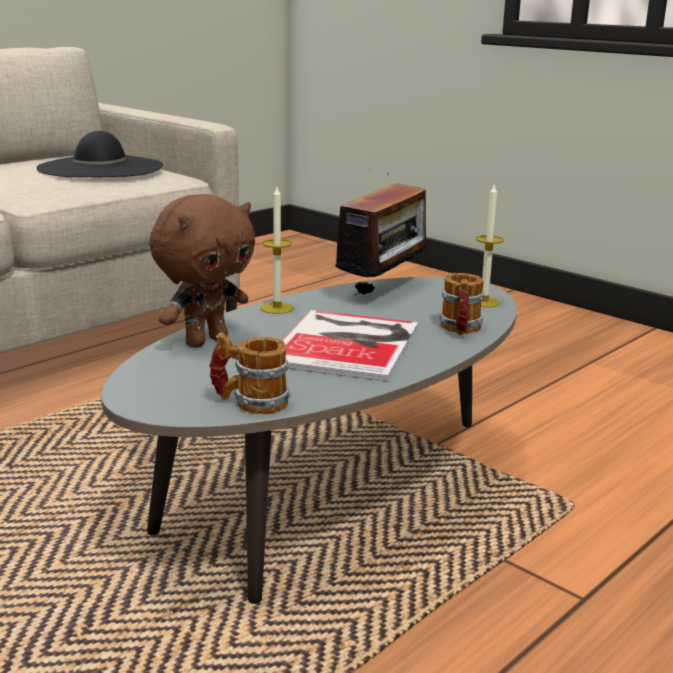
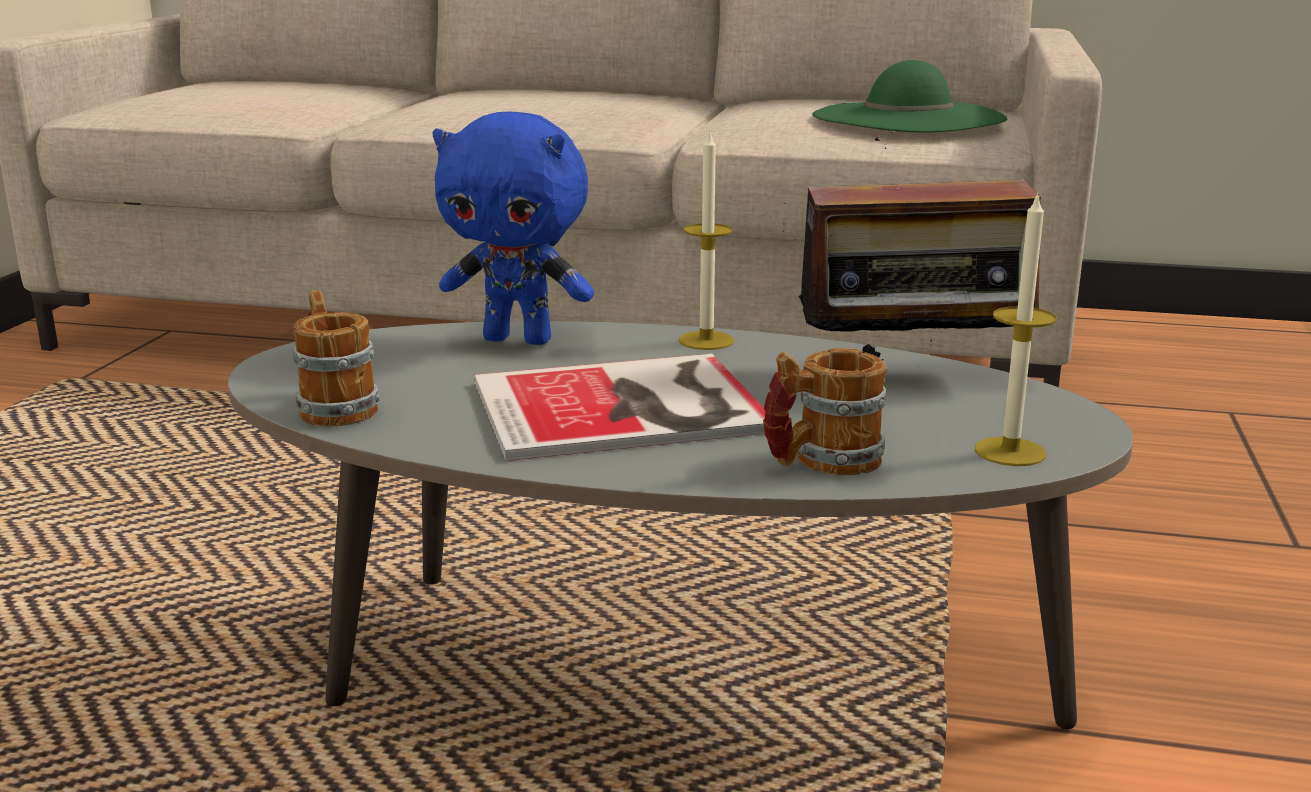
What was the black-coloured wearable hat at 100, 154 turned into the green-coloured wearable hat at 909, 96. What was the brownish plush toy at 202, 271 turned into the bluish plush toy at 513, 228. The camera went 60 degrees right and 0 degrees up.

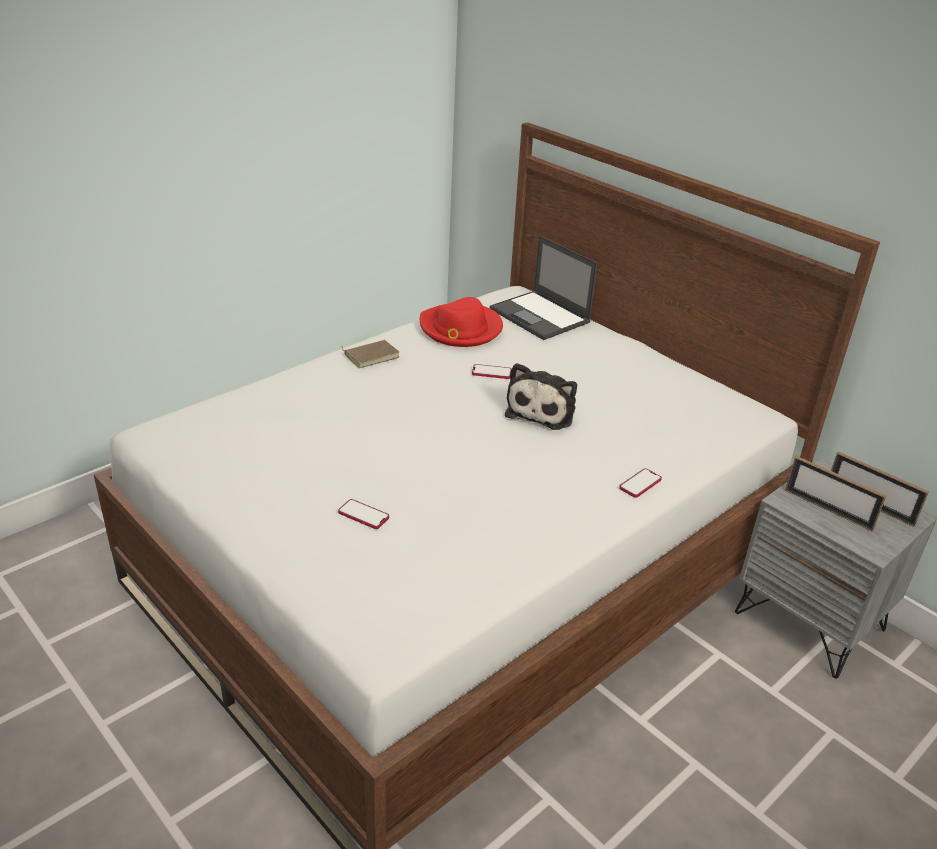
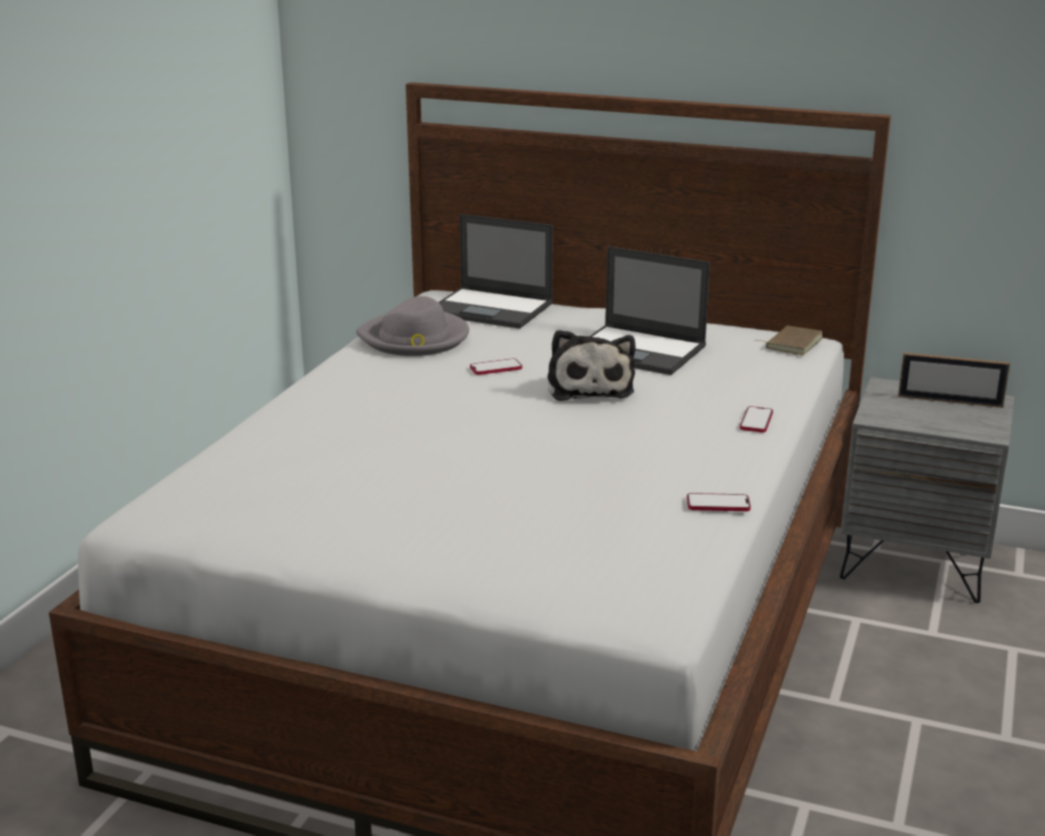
What was the red wearable hat at 461, 322 turned into the gray wearable hat at 412, 326. The brownish bound book ended up elsewhere, having gone from 370, 354 to 789, 340. The second view lost the standing frame at 835, 493. The telephone ended up elsewhere, having gone from 363, 514 to 719, 502. The second view gained the portable computer at 649, 310. The camera went 25 degrees left and 10 degrees down.

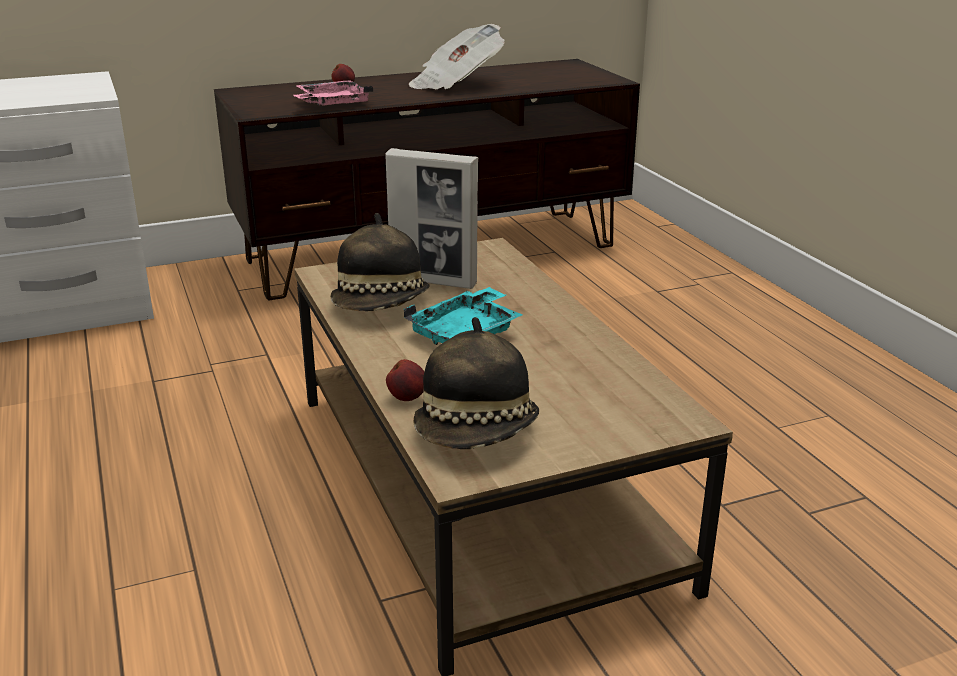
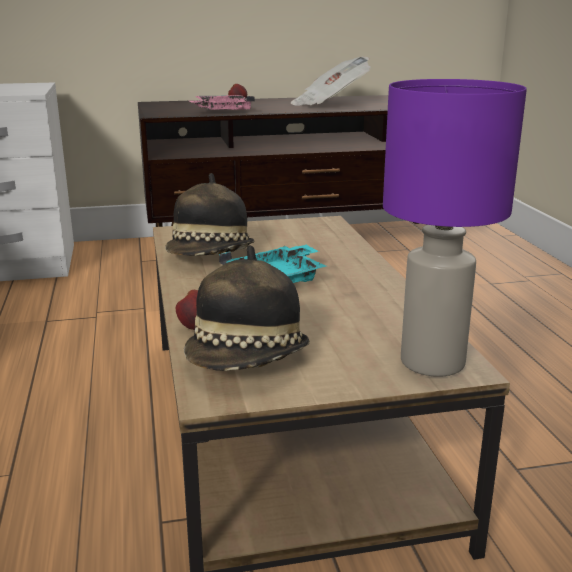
The second view lost the standing frame at 431, 218. The second view gained the purplish table lamp at 455, 228. The camera went 10 degrees right and 5 degrees down.

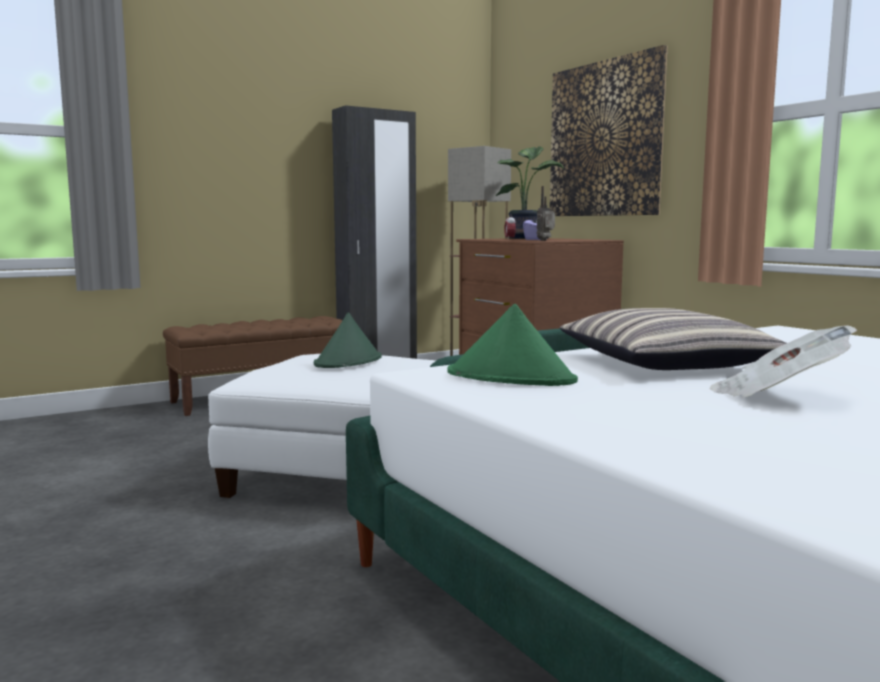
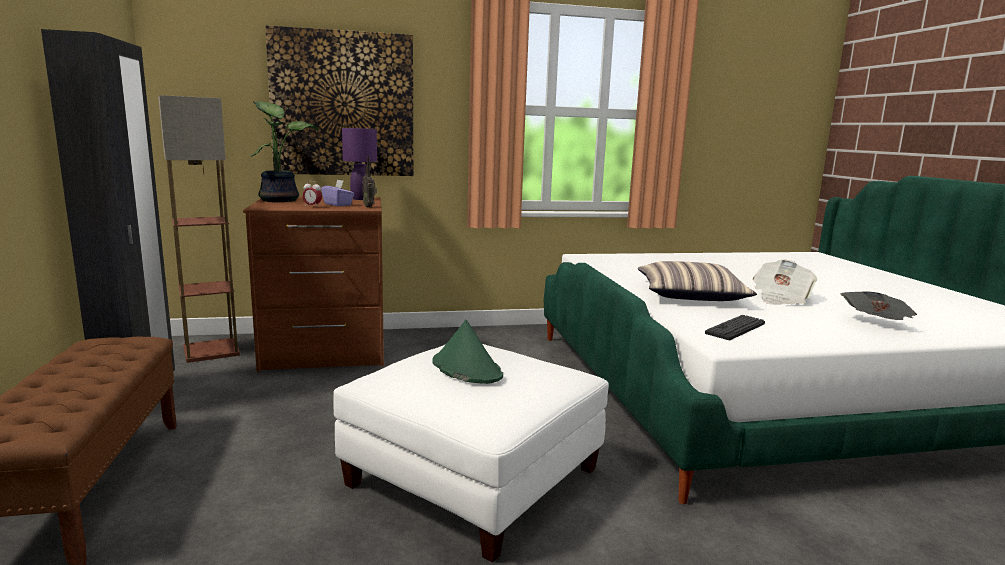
Where the green-coloured wearable hat stood at 512, 345, the computer keyboard came to stand at 735, 327. The second view gained the purplish table lamp at 359, 164. The second view gained the daily paper at 878, 305. The camera went 70 degrees left and 5 degrees up.

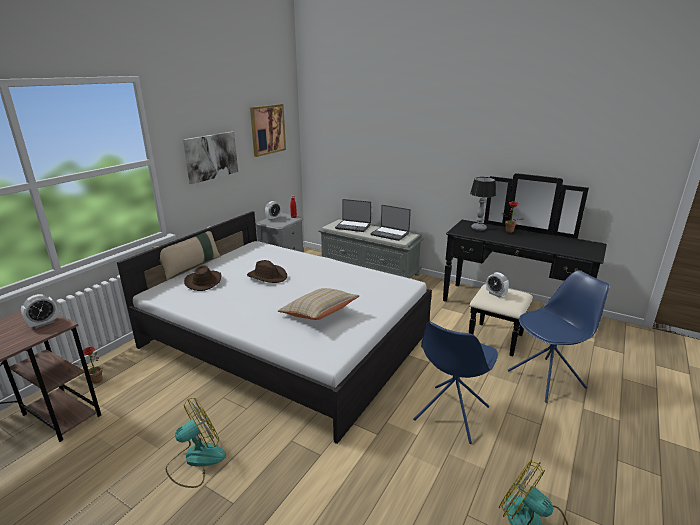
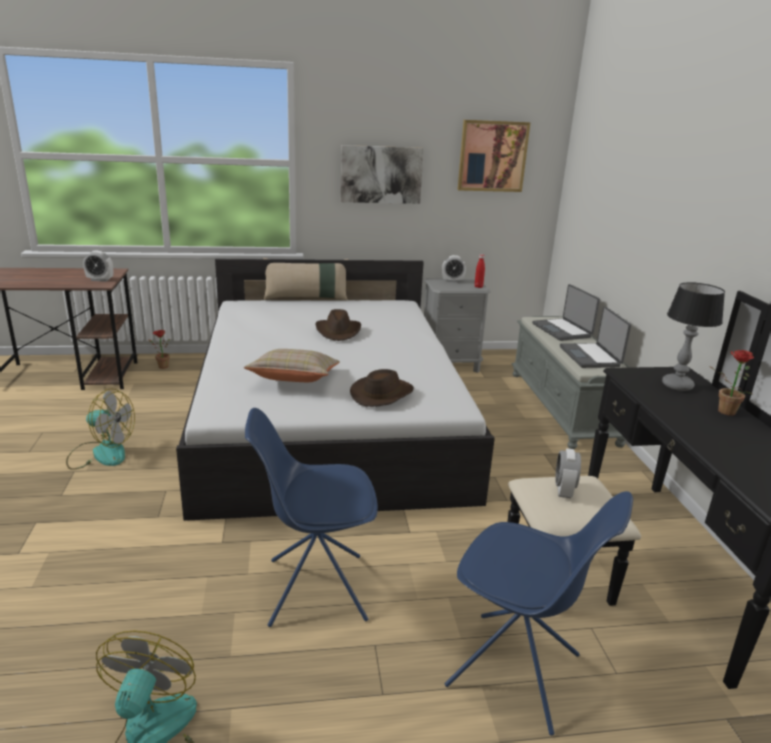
The brownish wearable hat ended up elsewhere, having gone from 203, 278 to 382, 388. The camera went 50 degrees right and 0 degrees up.

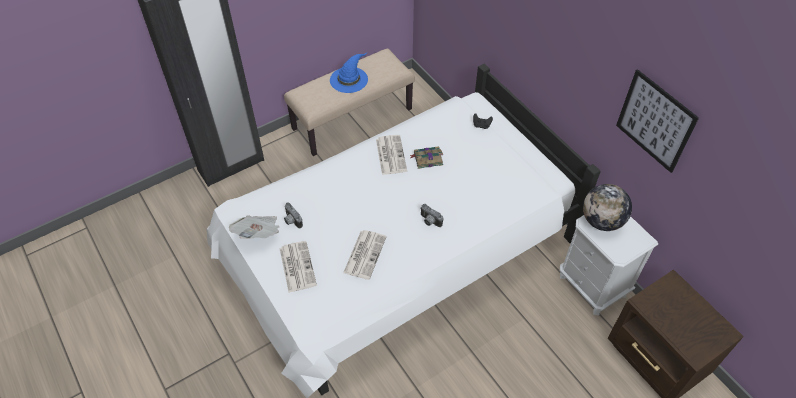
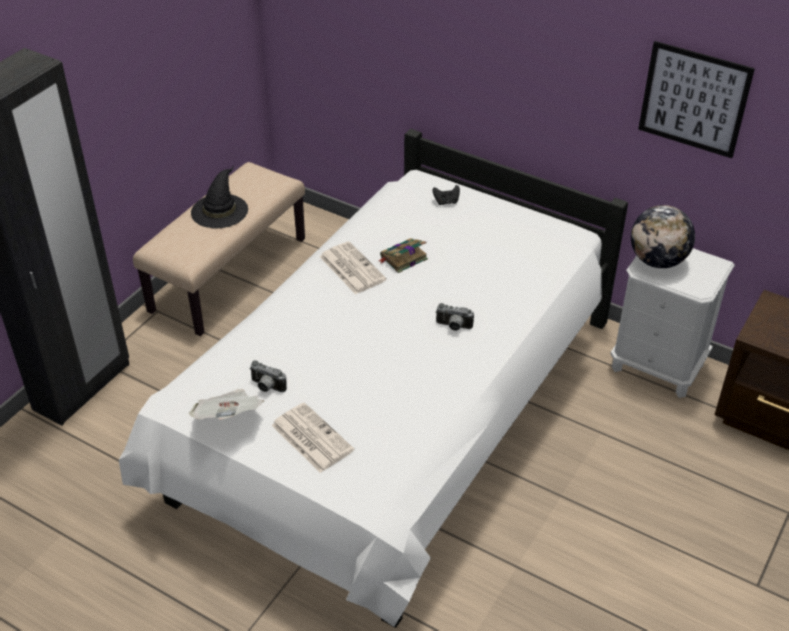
What was the bluish wearable hat at 349, 73 turned into the black-coloured wearable hat at 219, 197. The second view lost the daily paper at 365, 255. The camera went 25 degrees left and 10 degrees down.

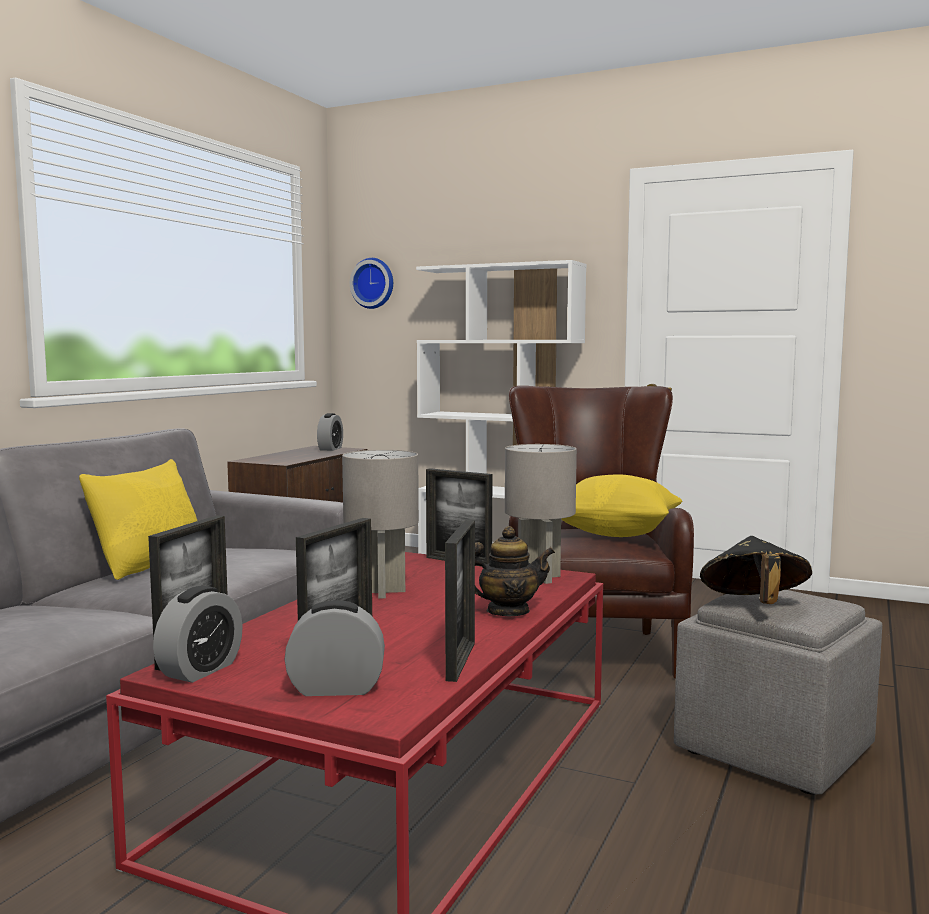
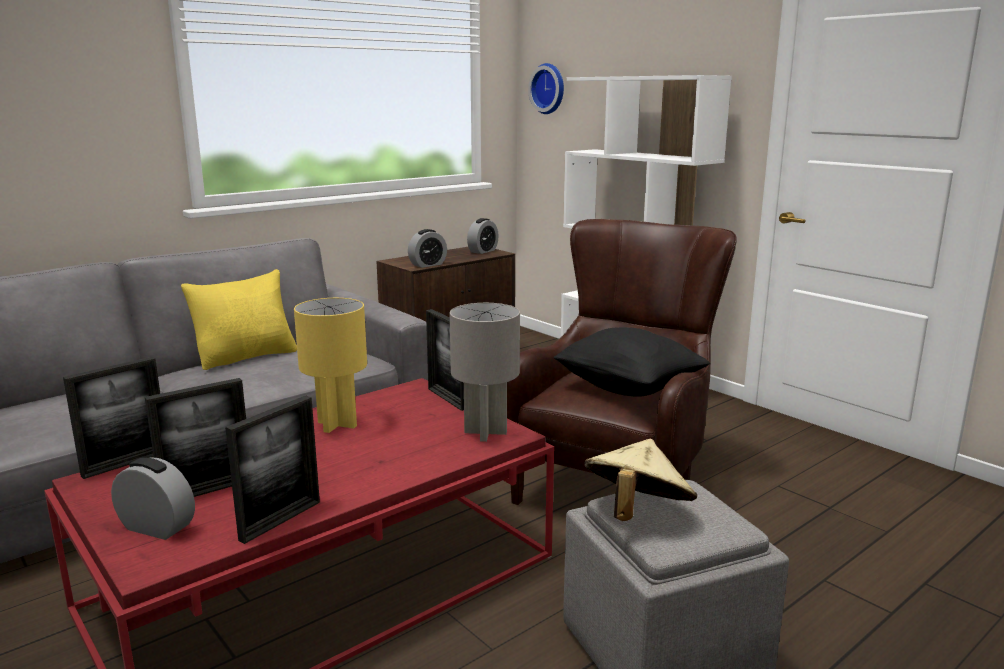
What was the gray table lamp at 380, 524 turned into the yellow-coloured table lamp at 330, 365. What was the yellow-coloured pillow at 621, 505 turned into the black-coloured pillow at 632, 362. The second view lost the teapot at 515, 571. What was the black-coloured wearable hat at 756, 570 turned into the sand-coloured wearable hat at 640, 480. The bedside clock ended up elsewhere, having gone from 198, 634 to 427, 248. The camera went 25 degrees right and 10 degrees up.

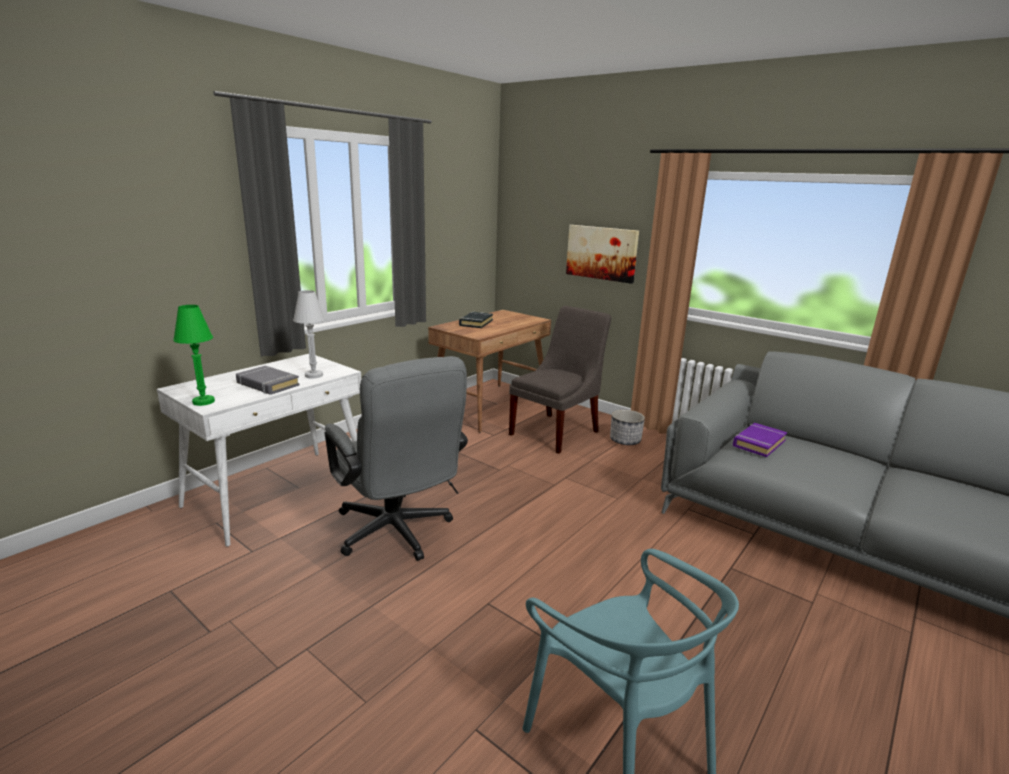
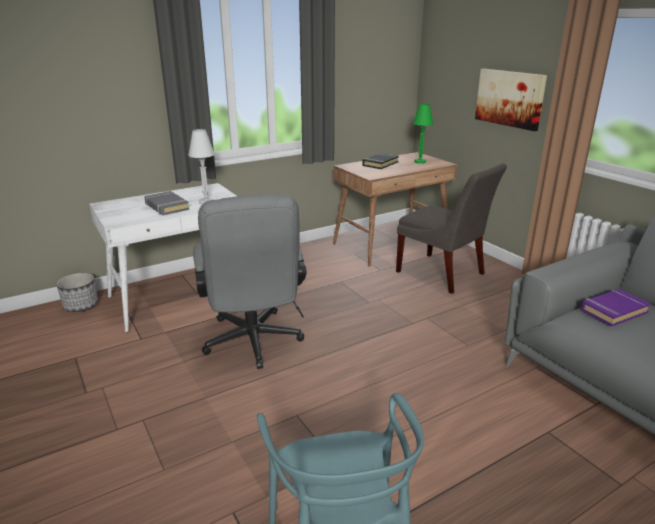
The green-coloured table lamp ended up elsewhere, having gone from 194, 355 to 423, 134. The gray chair at 560, 380 ended up facing another way, 75 degrees clockwise from before. The plant pot ended up elsewhere, having gone from 627, 427 to 77, 292. The camera went 20 degrees right and 5 degrees up.

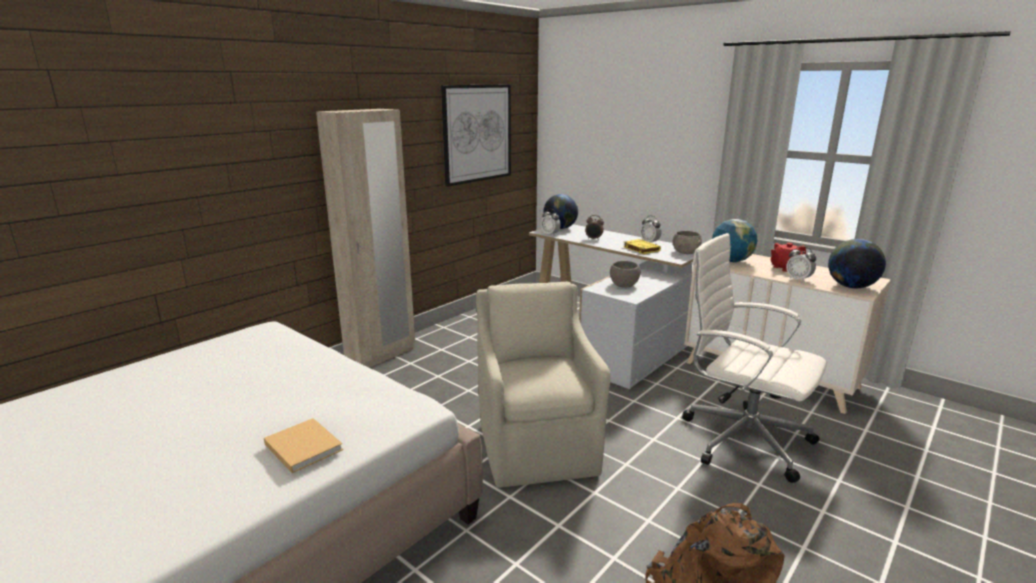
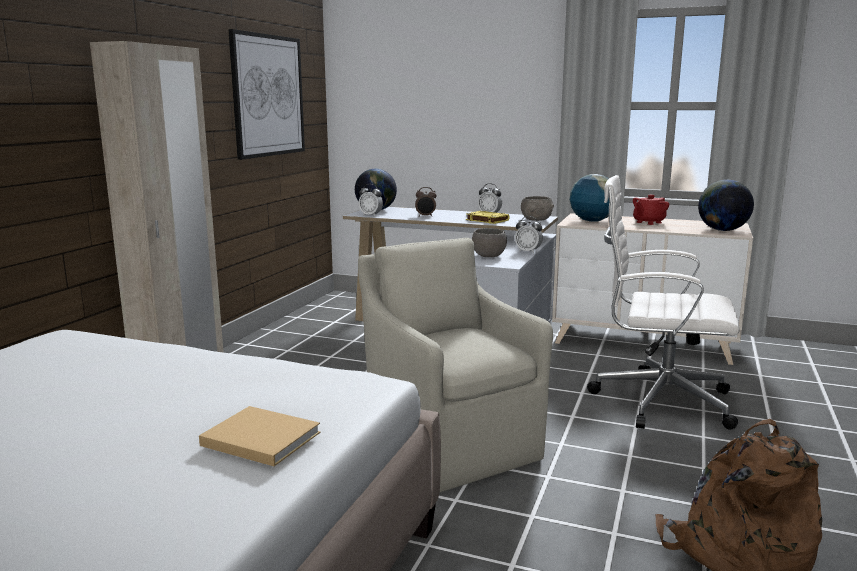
The bedside clock ended up elsewhere, having gone from 801, 264 to 529, 234. The camera went 20 degrees left and 5 degrees down.

